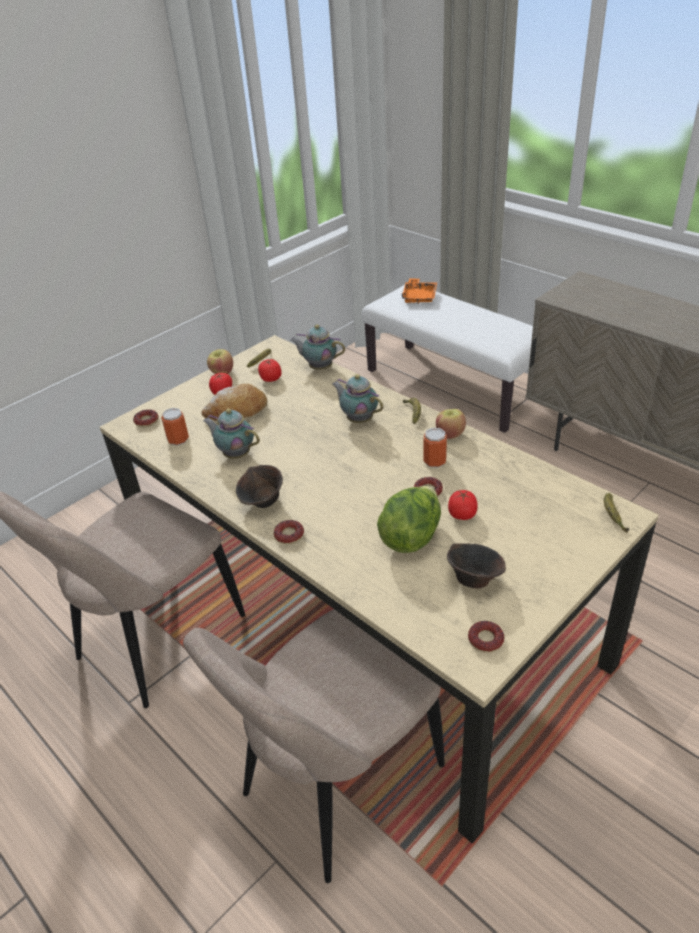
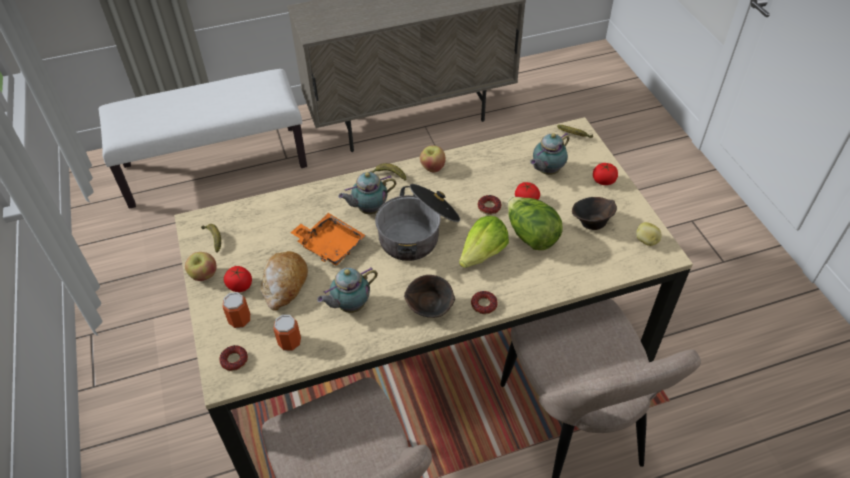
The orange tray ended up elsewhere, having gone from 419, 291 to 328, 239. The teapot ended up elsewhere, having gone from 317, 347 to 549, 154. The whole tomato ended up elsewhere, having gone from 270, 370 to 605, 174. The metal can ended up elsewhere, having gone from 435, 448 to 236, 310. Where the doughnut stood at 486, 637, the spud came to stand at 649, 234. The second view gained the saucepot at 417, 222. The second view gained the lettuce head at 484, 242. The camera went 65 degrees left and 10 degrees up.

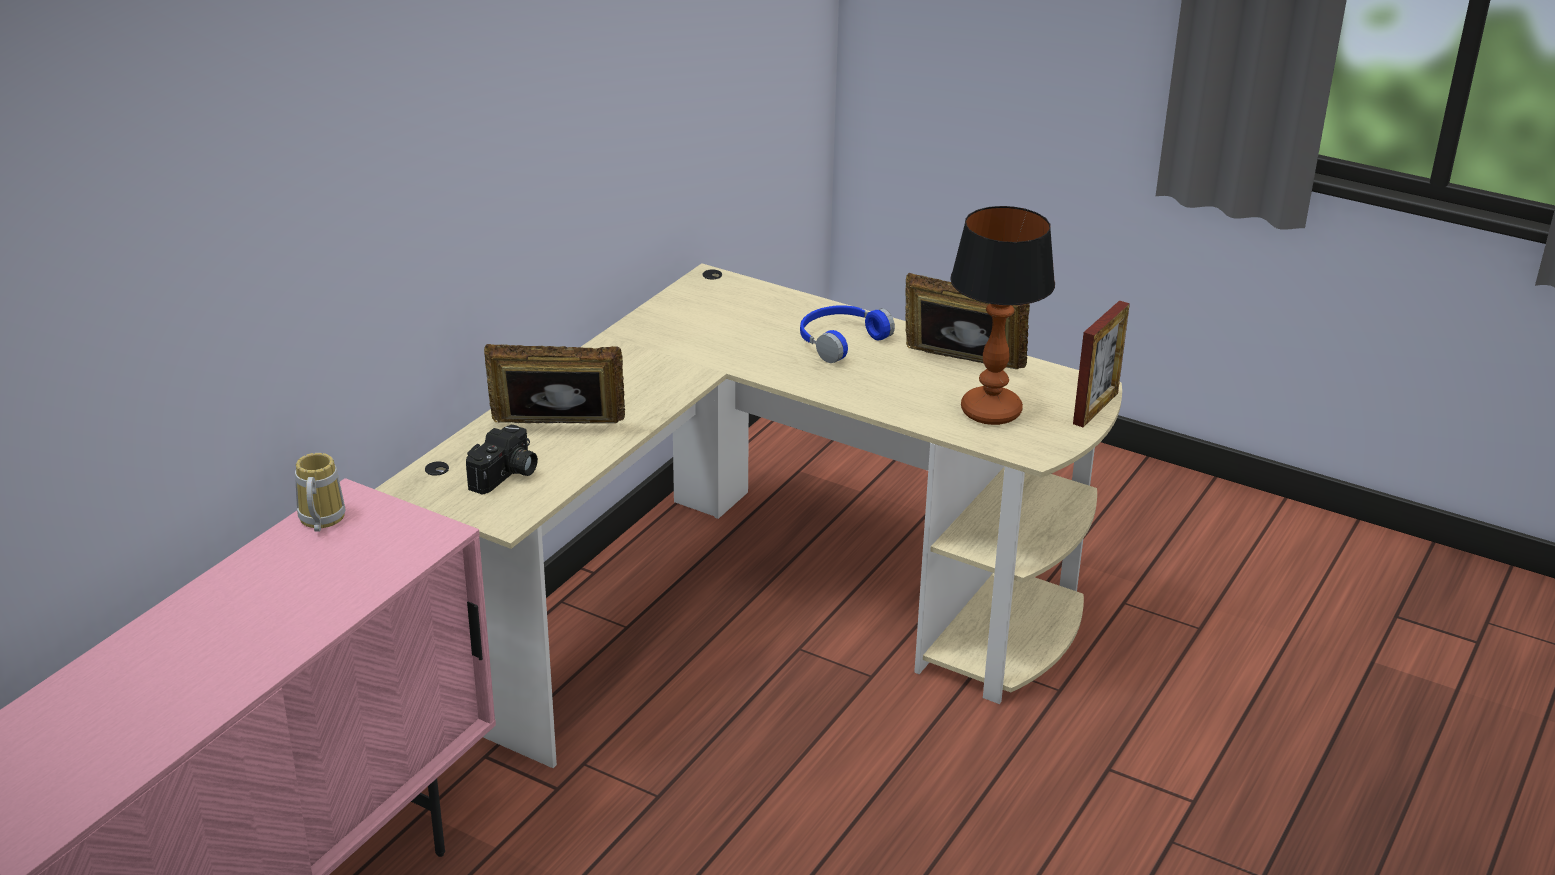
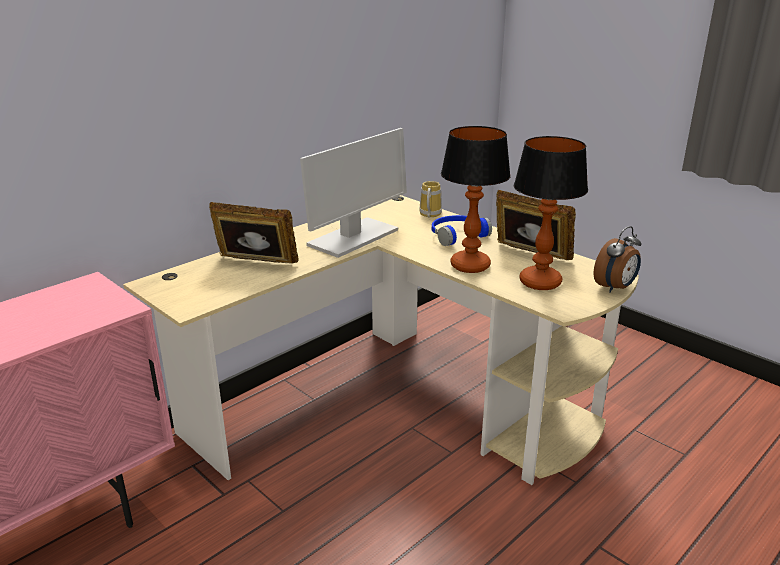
Where the standing frame stood at 1101, 364, the bedside clock came to stand at 617, 259. The second view lost the still camera at 502, 459. The tea mug ended up elsewhere, having gone from 320, 492 to 430, 199. The second view gained the table lamp at 476, 199. The second view gained the monitor at 353, 193. The camera went 15 degrees right and 5 degrees down.

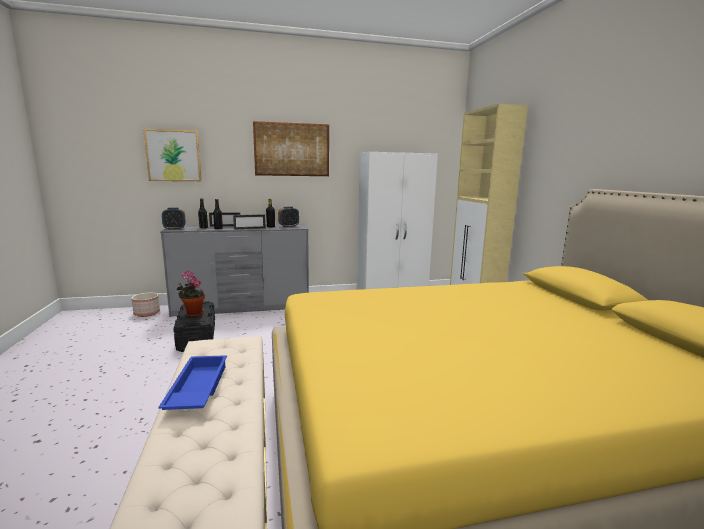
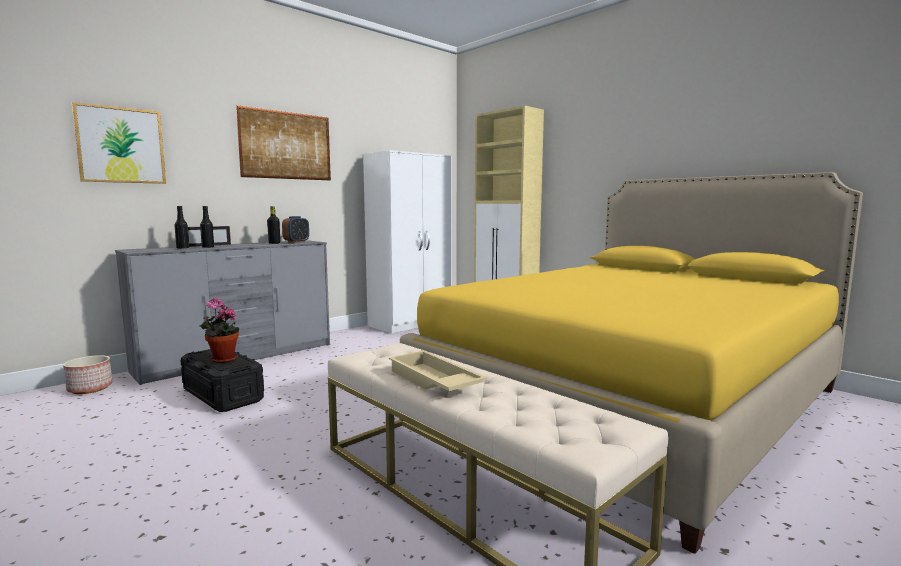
The second view lost the bedside clock at 174, 218. The second view lost the standing frame at 249, 222. What was the bluish tray at 192, 382 turned into the sand-coloured tray at 438, 370. The camera went 30 degrees left and 5 degrees down.

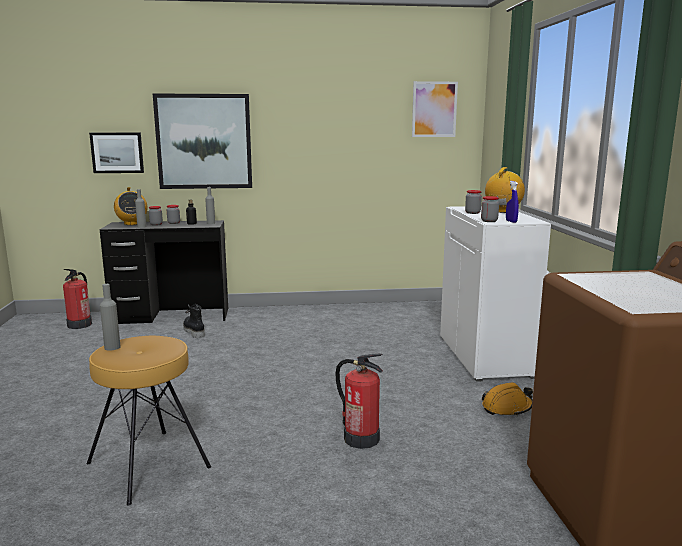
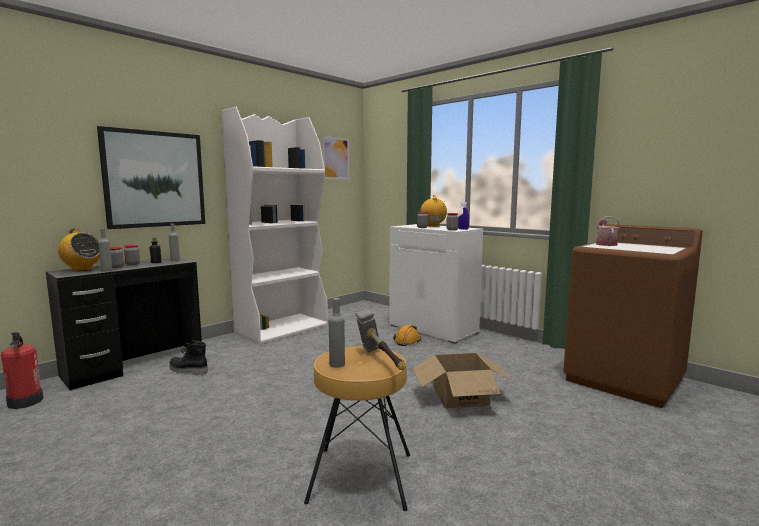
The second view lost the picture at 116, 153. Where the fire-fighting cylinder stood at 359, 401, the cardboard box came to stand at 463, 380. The orange work helmet ended up elsewhere, having gone from 507, 399 to 407, 335. The second view gained the white bookcase at 275, 225. The second view gained the sprinkling can at 608, 231. The second view gained the tool hammer at 381, 339. The camera went 40 degrees left and 5 degrees down.

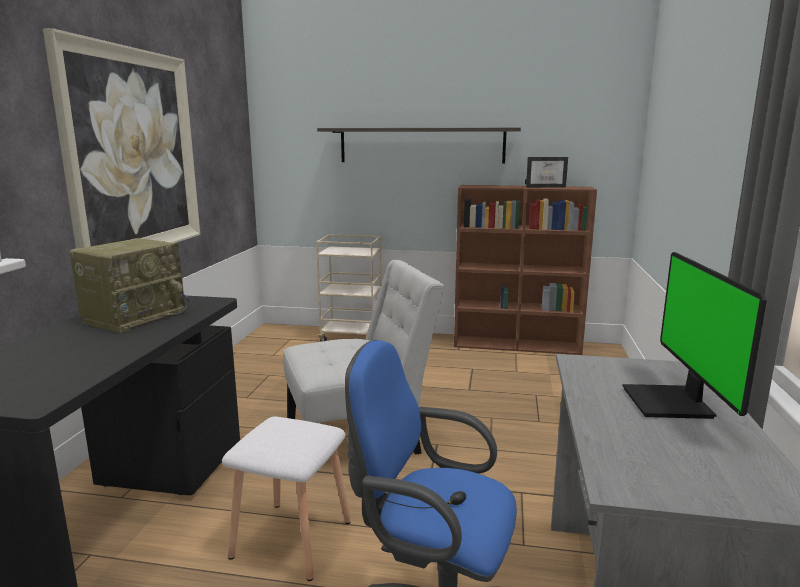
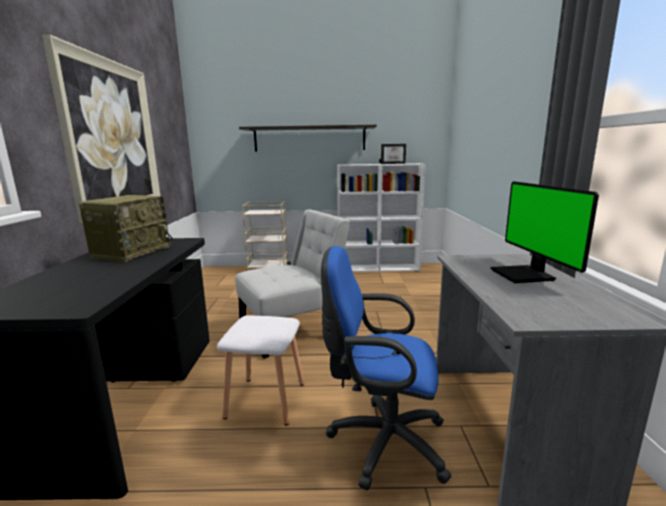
What was the brownish bookcase at 525, 270 turned into the white bookcase at 381, 217. The camera went 10 degrees left and 0 degrees up.

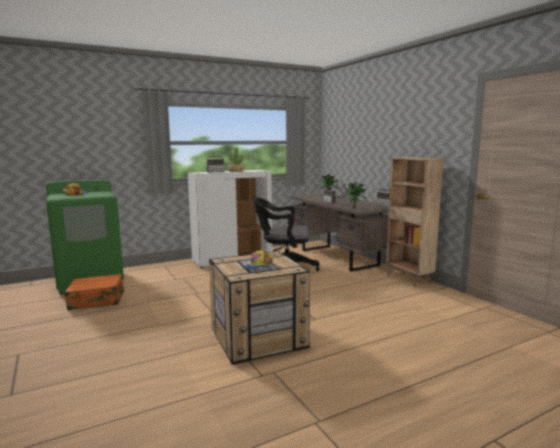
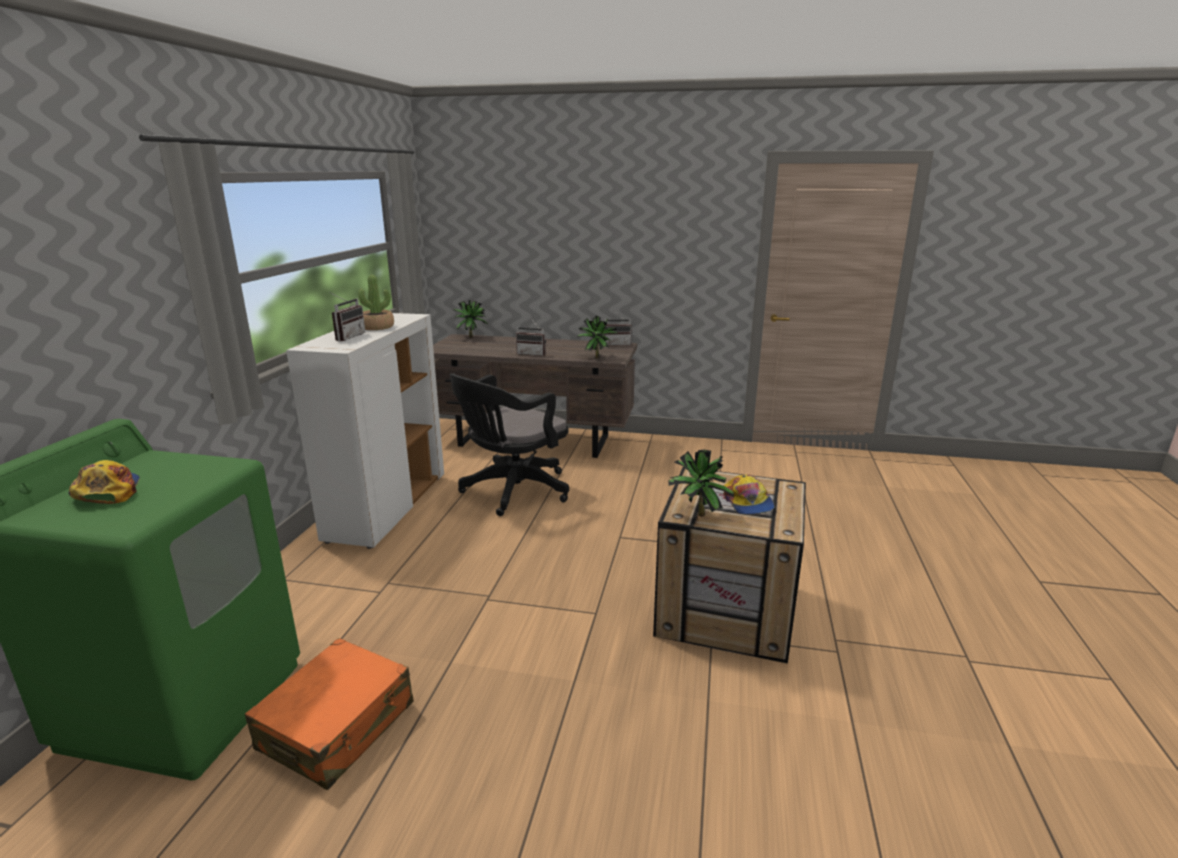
The second view lost the brownish bookcase at 414, 222. The second view gained the potted plant at 701, 482. The camera went 50 degrees left and 10 degrees up.

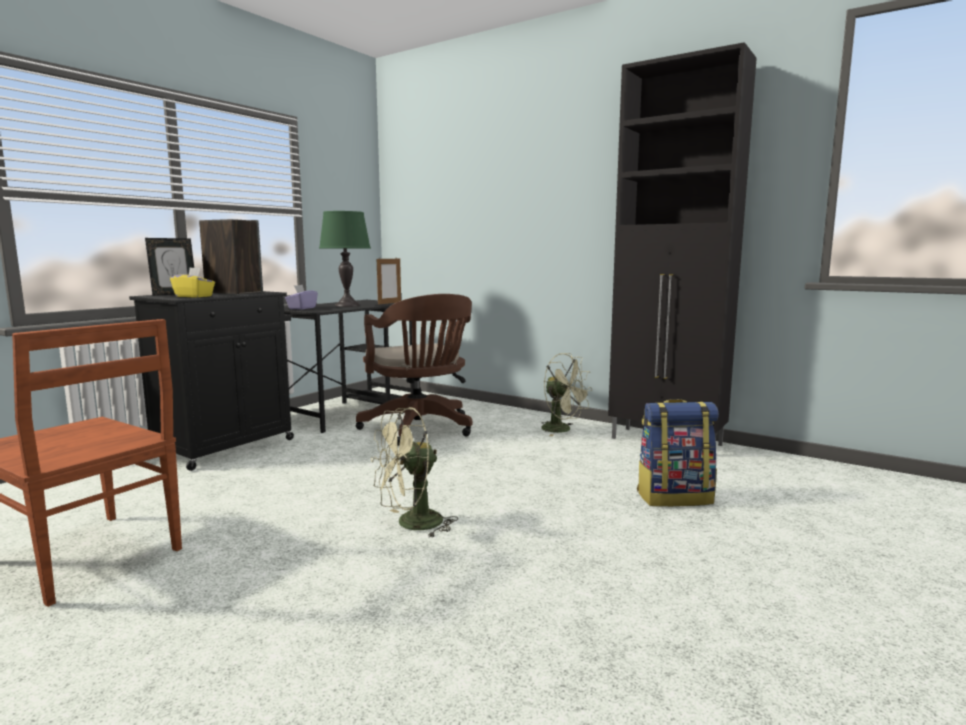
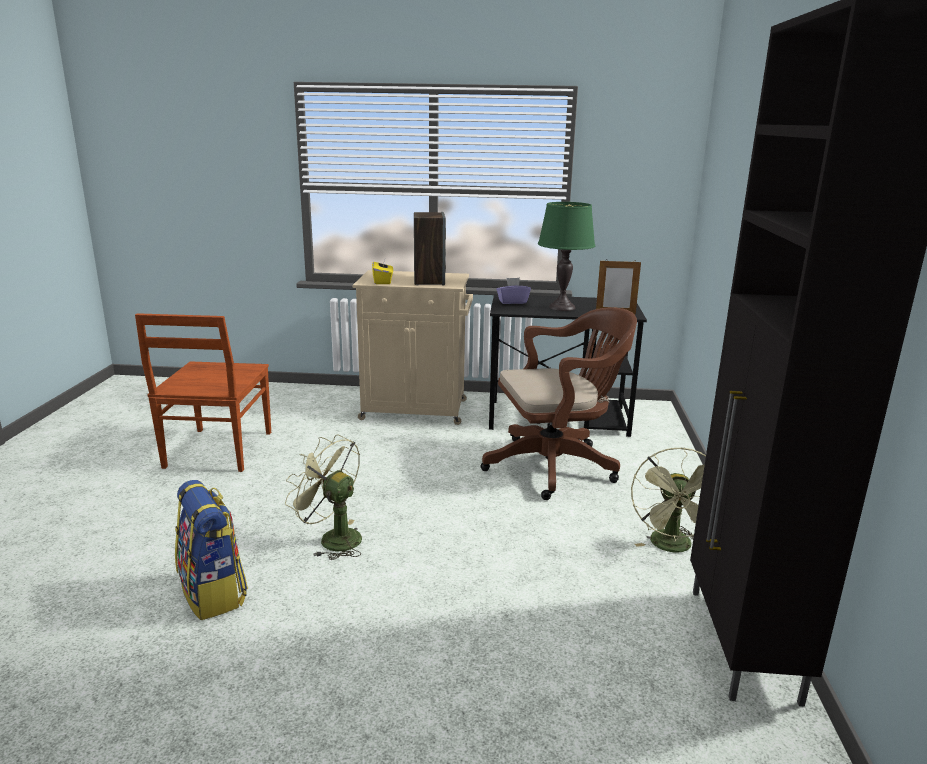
The second view lost the standing frame at 169, 267. What was the black-coloured cabinet at 211, 381 turned into the sand-coloured cabinet at 413, 347. The brownish desk chair at 414, 370 ended up facing another way, 135 degrees counterclockwise from before. The rucksack ended up elsewhere, having gone from 678, 453 to 211, 550. The camera went 60 degrees right and 10 degrees up.

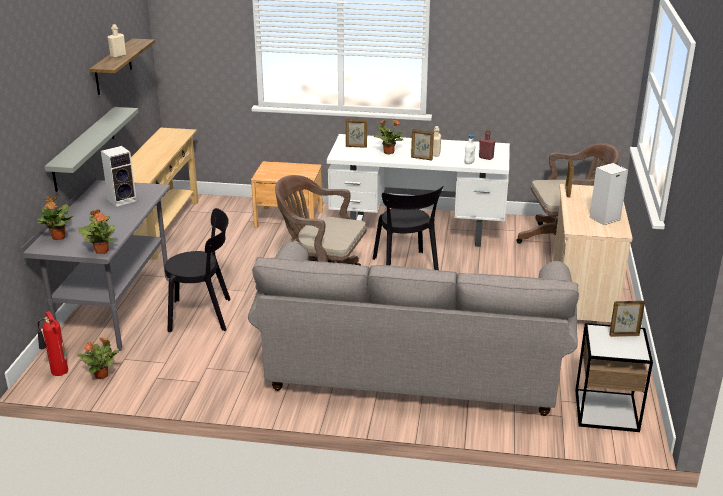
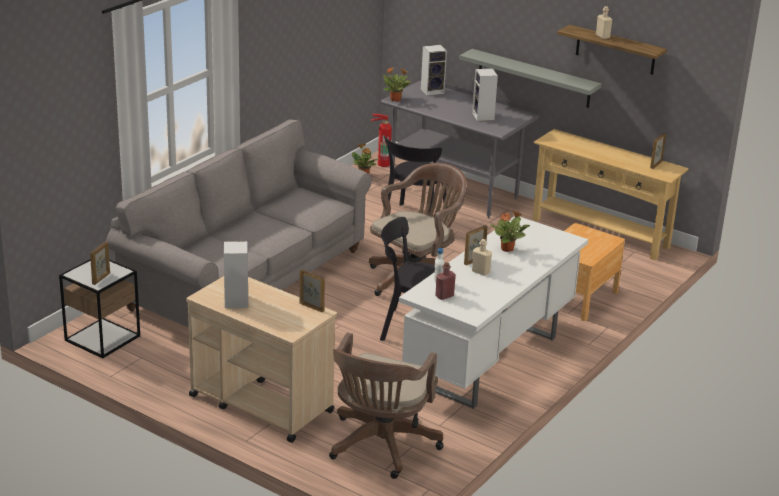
The standing frame ended up elsewhere, having gone from 356, 133 to 658, 151. Where the potted plant stood at 55, 218, the loudspeaker came to stand at 434, 70. The camera went 115 degrees right and 0 degrees up.

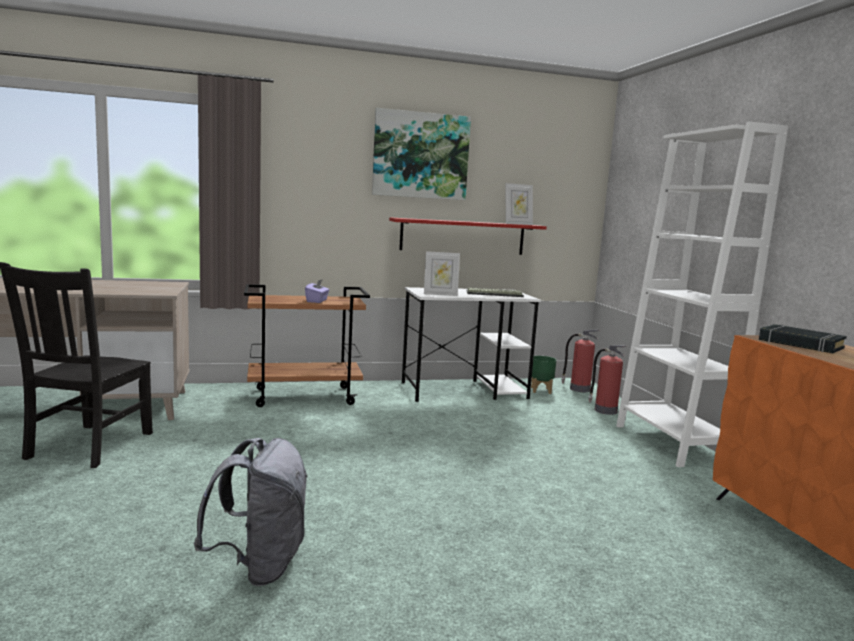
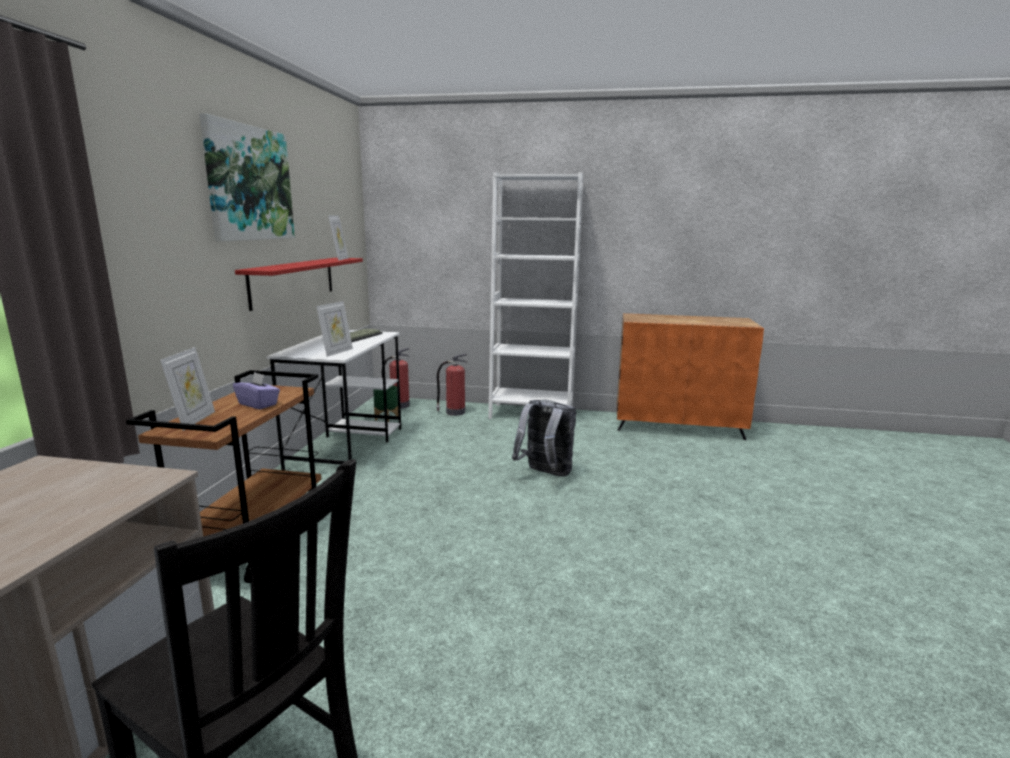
The second view lost the black-coloured bound book at 803, 338. The gray rucksack ended up elsewhere, having gone from 251, 512 to 544, 438. The second view gained the standing frame at 187, 389. The camera went 65 degrees left and 5 degrees up.

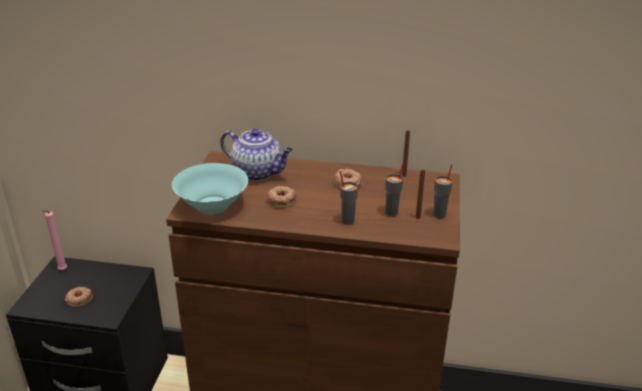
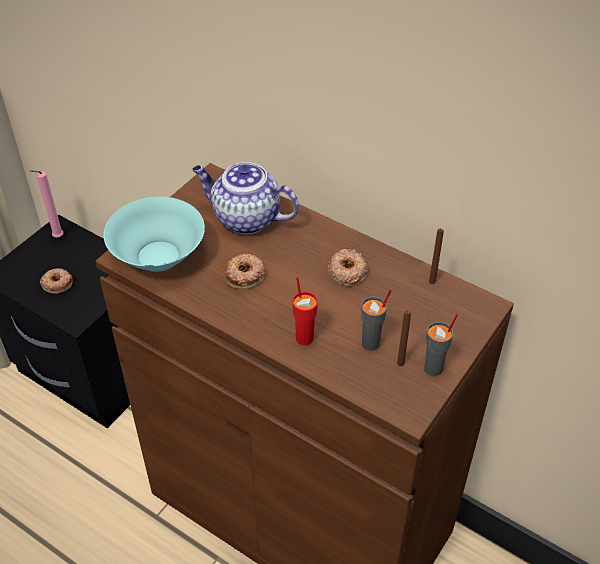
The teapot at 256, 155 ended up facing another way, 150 degrees clockwise from before. What was the gray drinking cup at 349, 198 turned into the red drinking cup at 305, 311. The camera went 25 degrees right and 15 degrees up.

